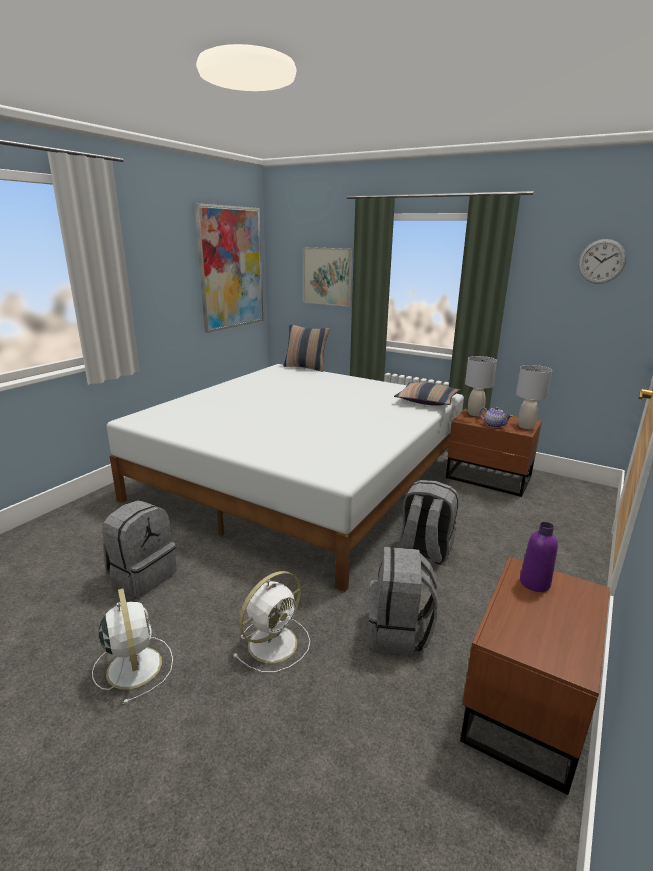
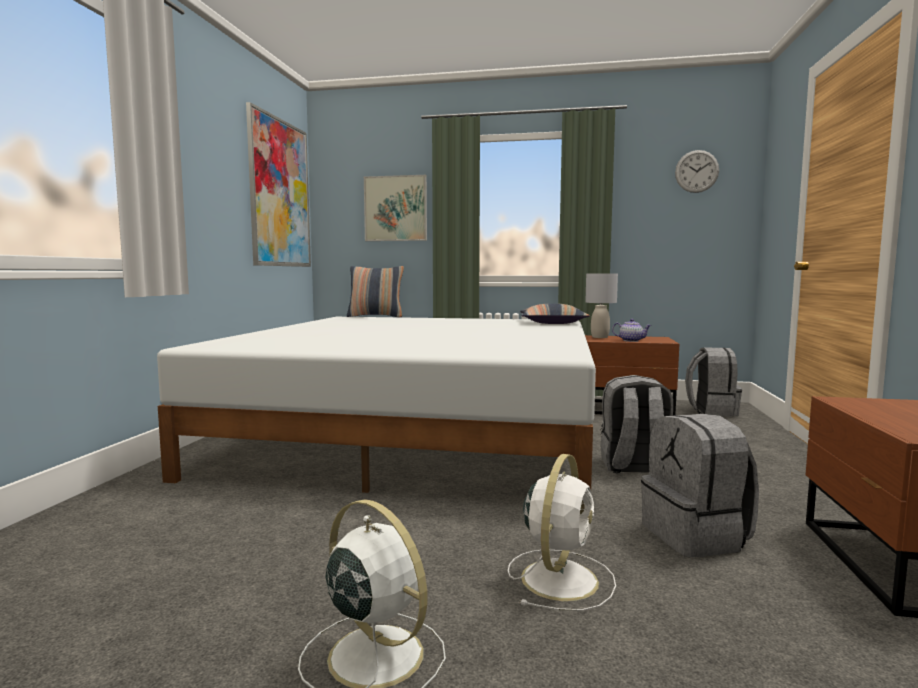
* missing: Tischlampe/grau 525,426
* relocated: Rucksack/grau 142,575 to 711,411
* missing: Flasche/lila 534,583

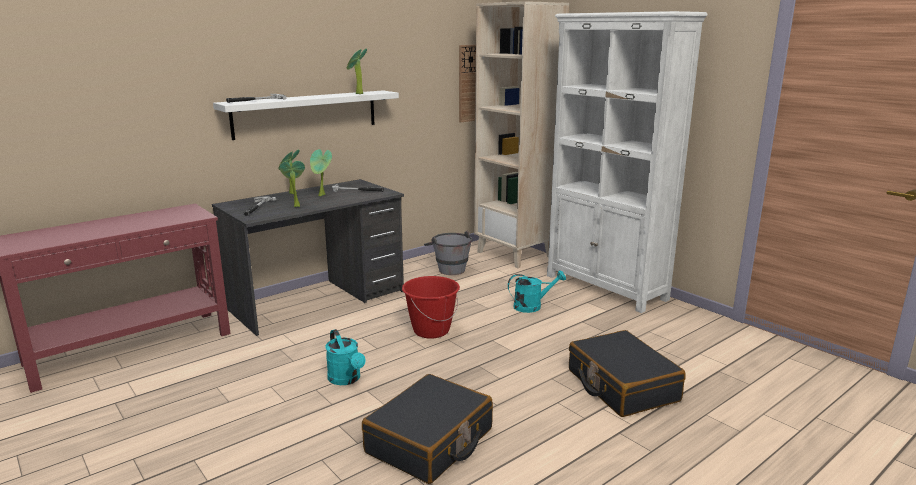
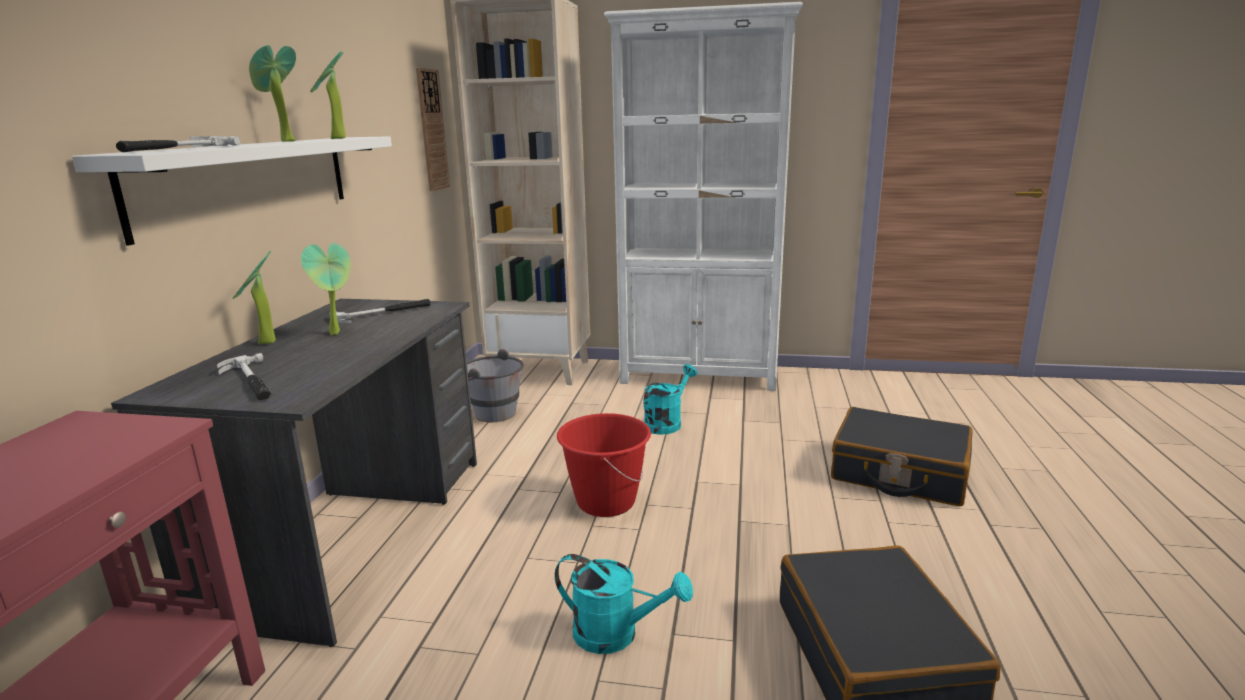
* relocated: Topfpflanze 295,206 to 284,141

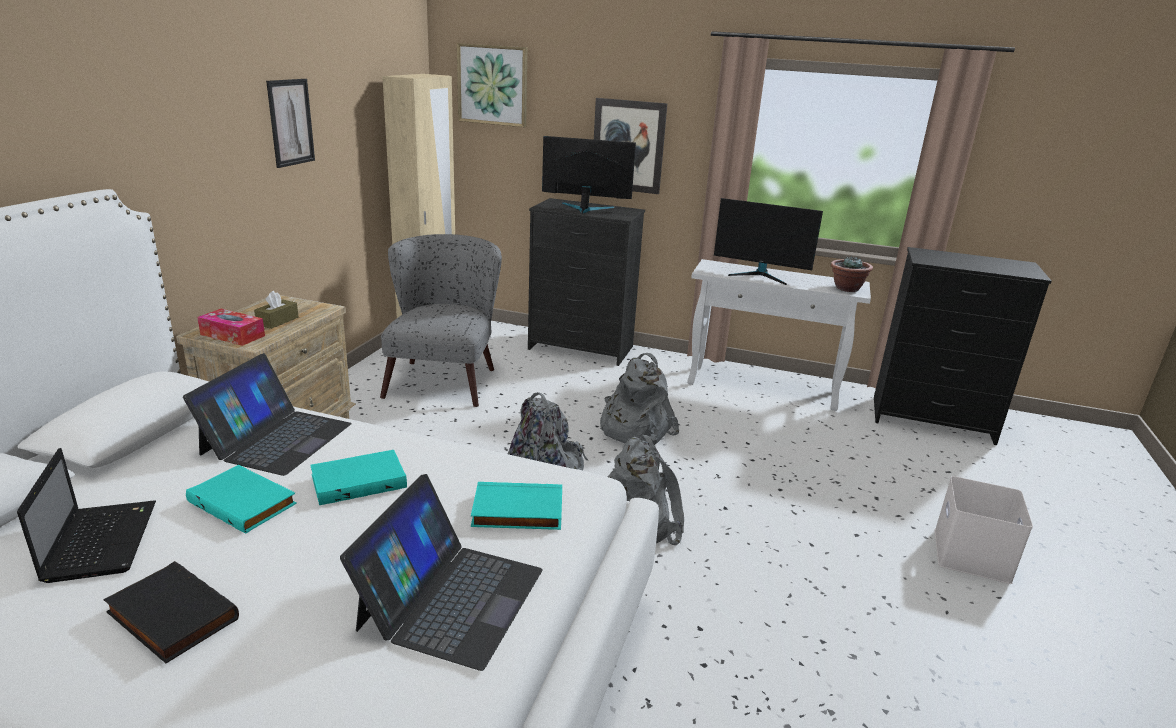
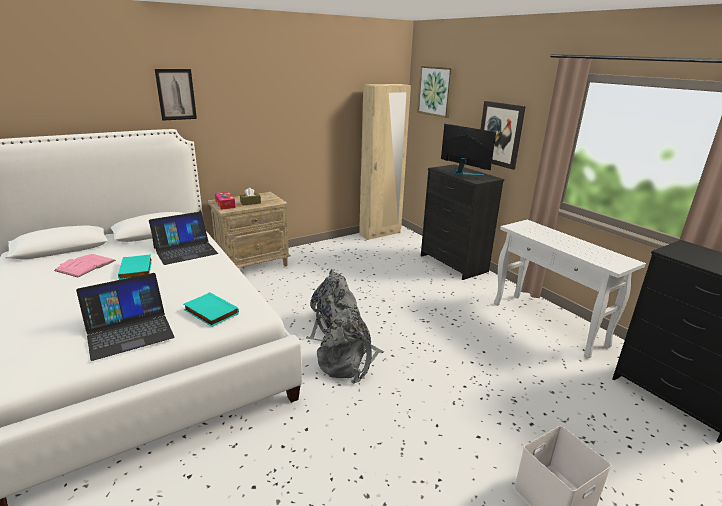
* relocated: Bild 291,122 to 176,94
* missing: Monitor 760,275
* missing: Sessel/grau 445,378
* missing: Topfpflanze 846,288
* missing: Rucksack/grau 633,428
* exchanged: Laptop 101,540 to Buch/rosa 85,265
* missing: Buch/türkis 359,480
* missing: Buch/schwarz 169,617

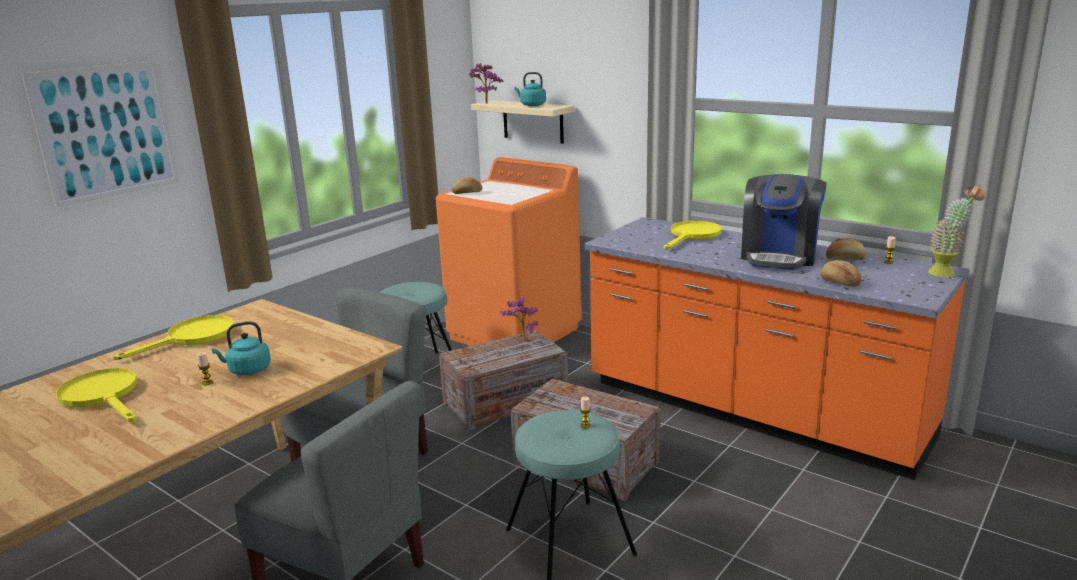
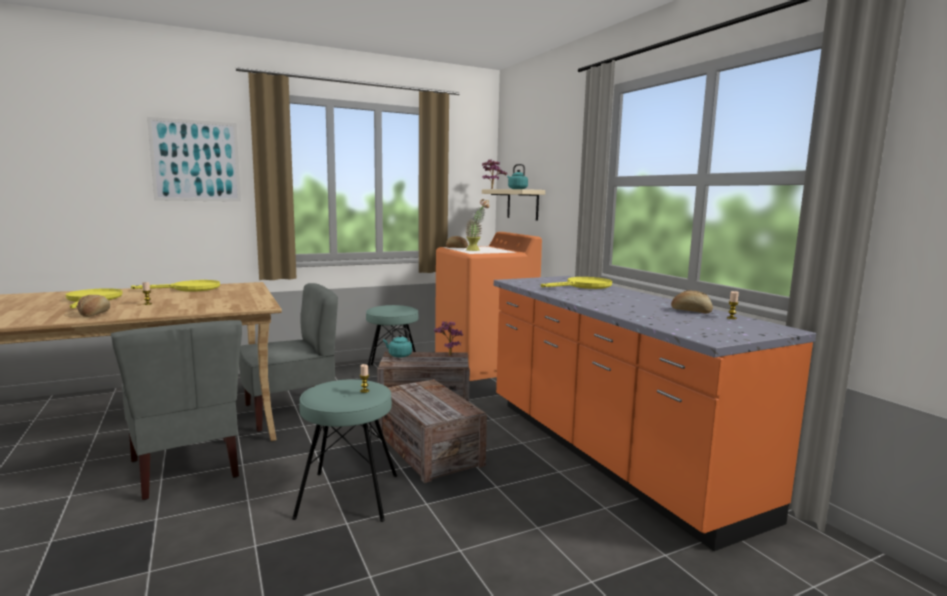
* missing: Kaffeemaschine 779,256
* relocated: Topfpflanze 948,273 to 476,250
* relocated: Brot 839,283 to 94,314
* relocated: Wasserkessel/türkis 247,370 to 398,355

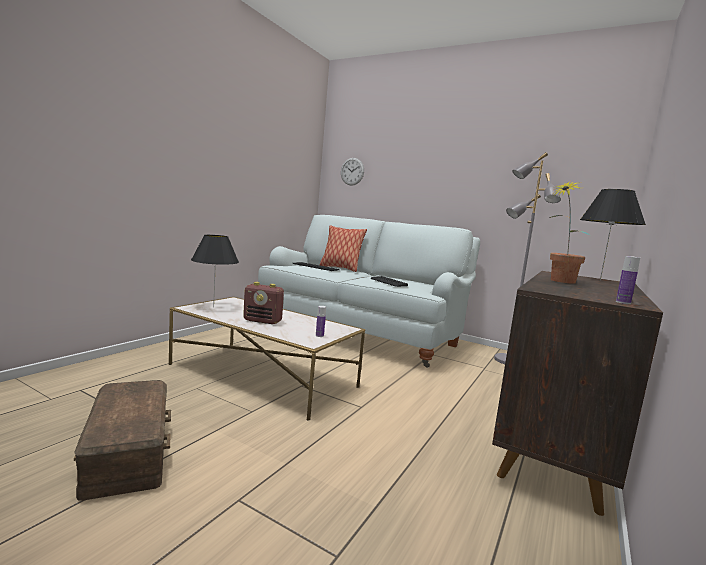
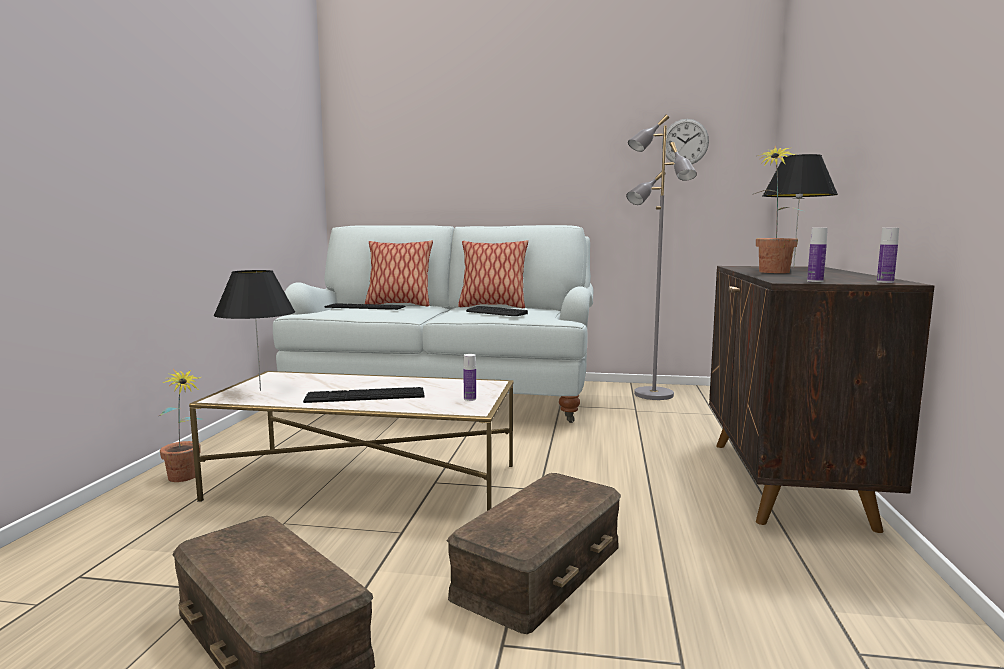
* relocated: Wanduhr 352,171 to 685,142
* exchanged: Radio 263,321 to Tastatur 365,395
* appeared: Flasche 815,281
* appeared: Kissen 492,306
* appeared: Topfpflanze 185,479
* appeared: Aufbewahrungsbox/braun 541,571

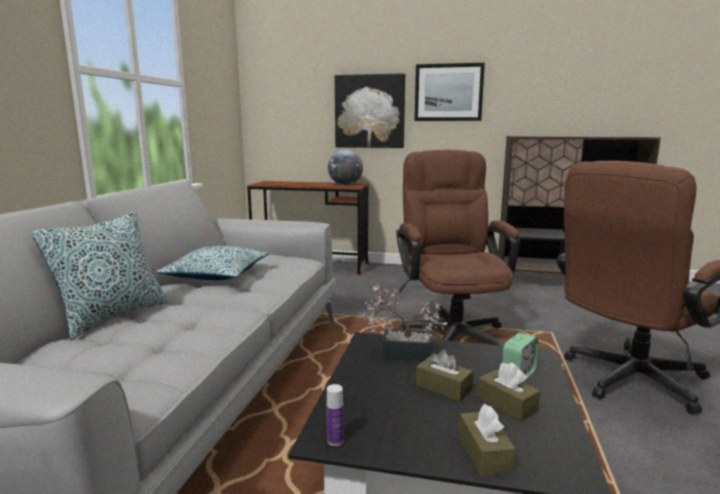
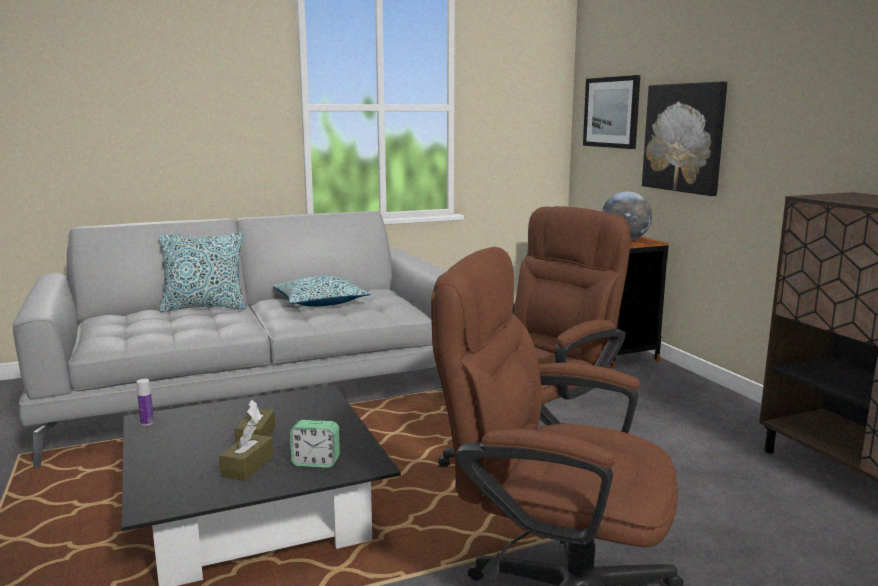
* relocated: Bild 448,92 to 611,112
* missing: Topfpflanze 400,351
* missing: Taschentuchbox/braun 484,453

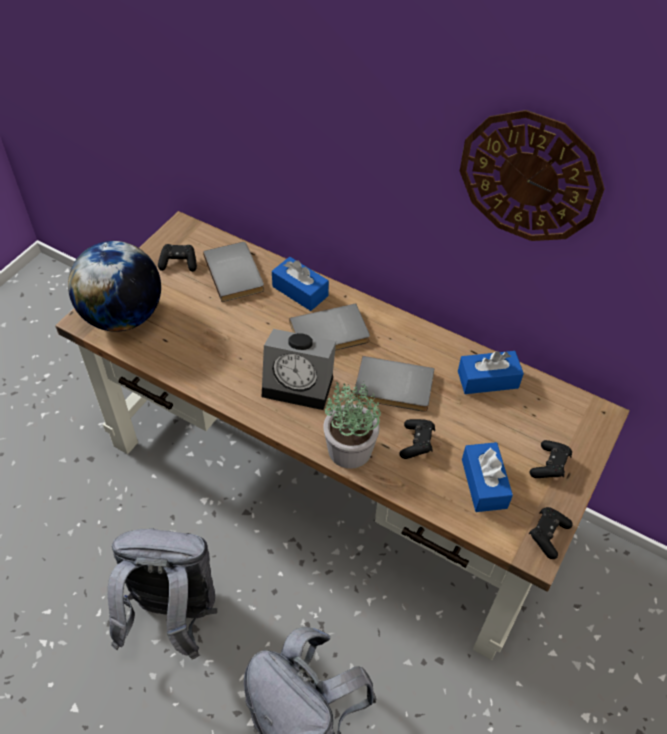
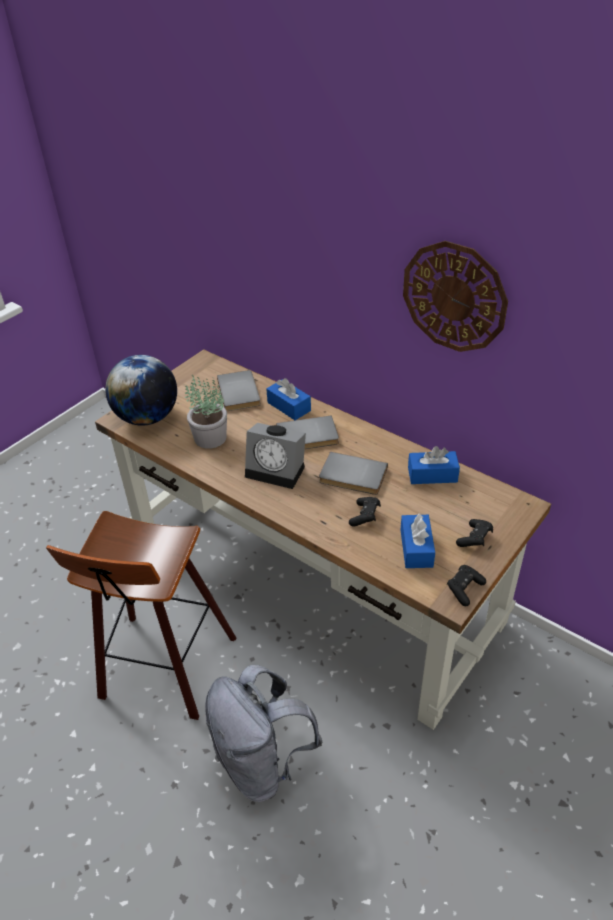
* missing: Gamepad/schwarz 179,263
* relocated: Topfpflanze 348,449 to 209,438
* exchanged: Rucksack/grau 172,615 to Hocker 164,670

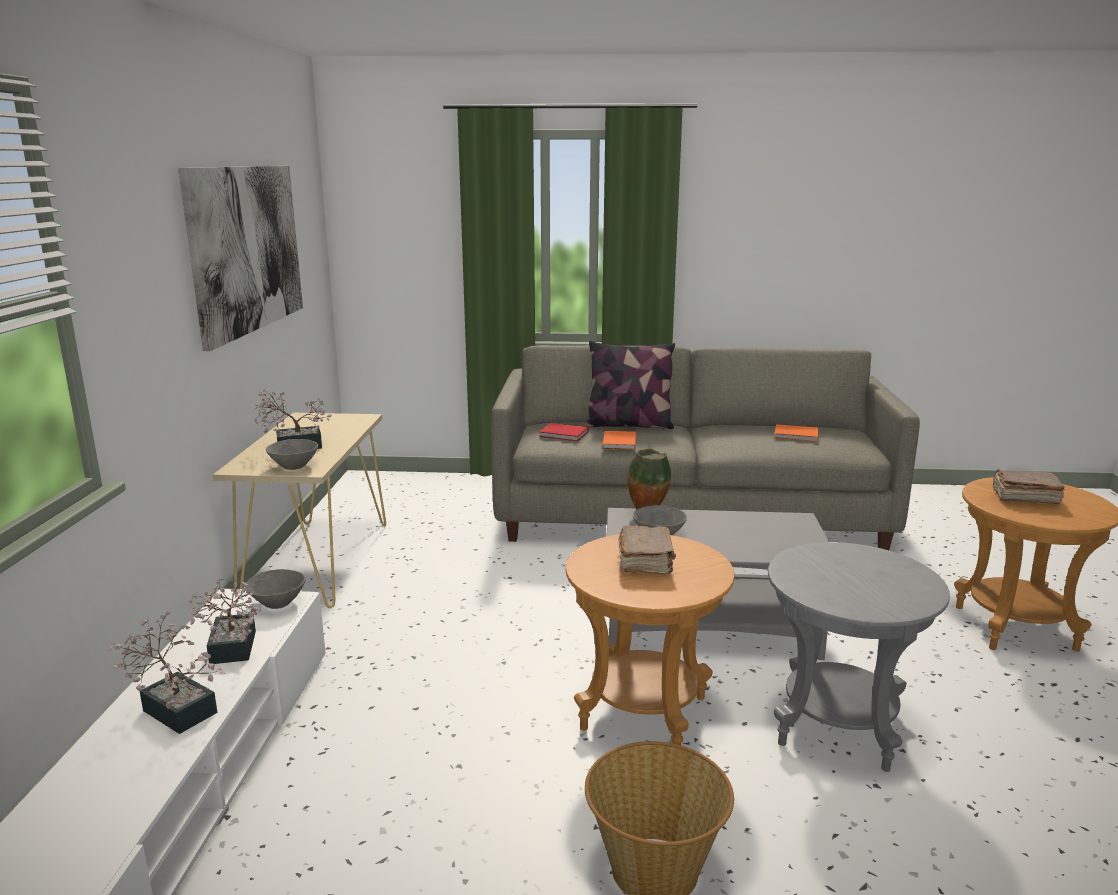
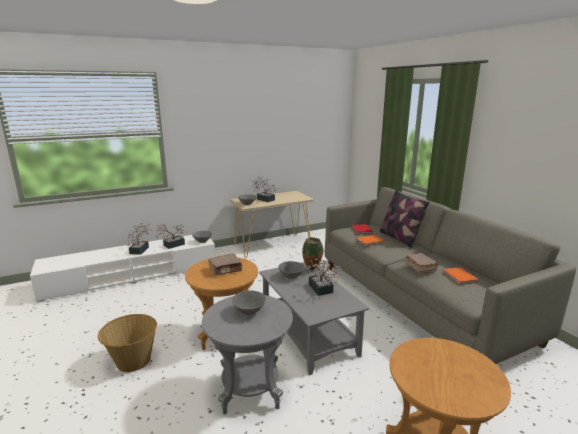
* missing: Bild 247,249
* relocated: Buch/braun 1024,497 to 420,268
* appeared: Topfpflanze 321,290
* appeared: Schüssel/grau 249,312

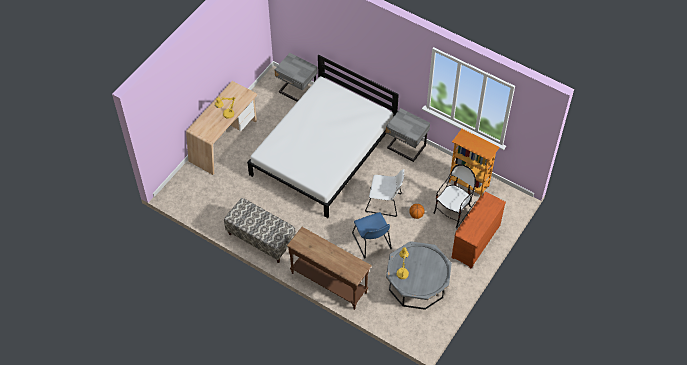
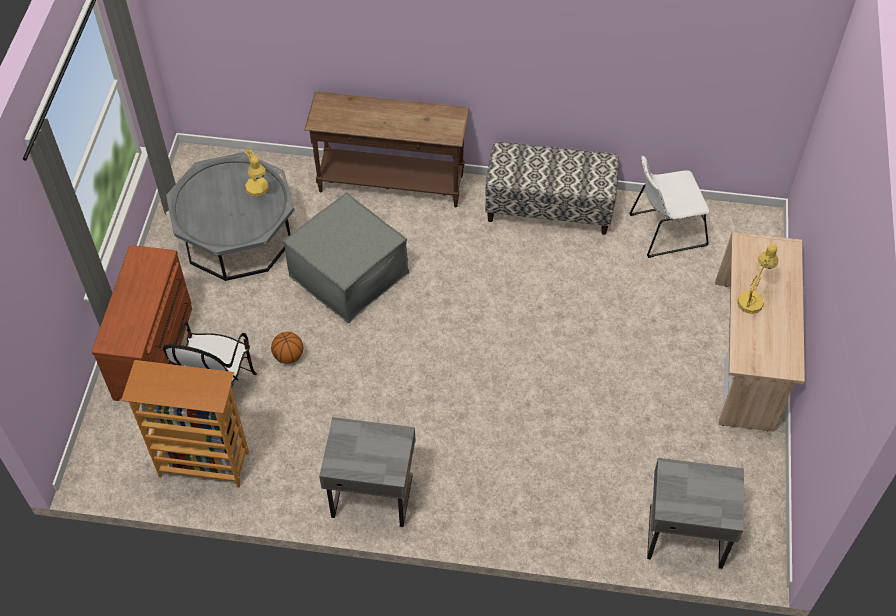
* missing: Bett/weiß 324,152
* relocated: Stuhl/weiß 385,203 to 664,230
* exchanged: Stuhl/blau 372,243 to Polsterhocker/grau 349,274

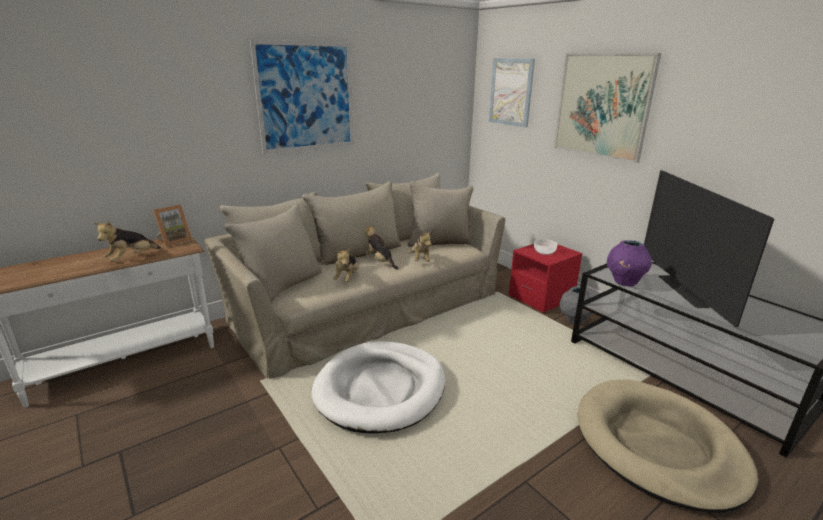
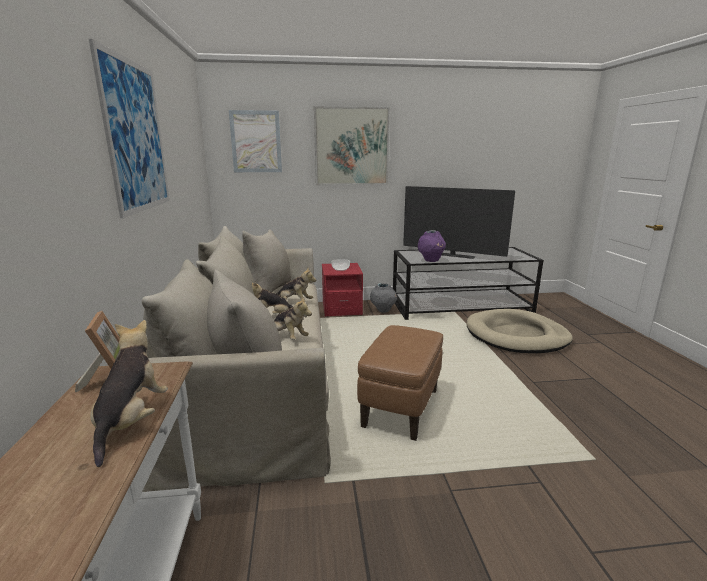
* spun: Plüschtier 131,258 = 131,421 150 degrees counterclockwise
* exchanged: Hundebett/weiß 380,389 to Polsterhocker/braun 401,407

